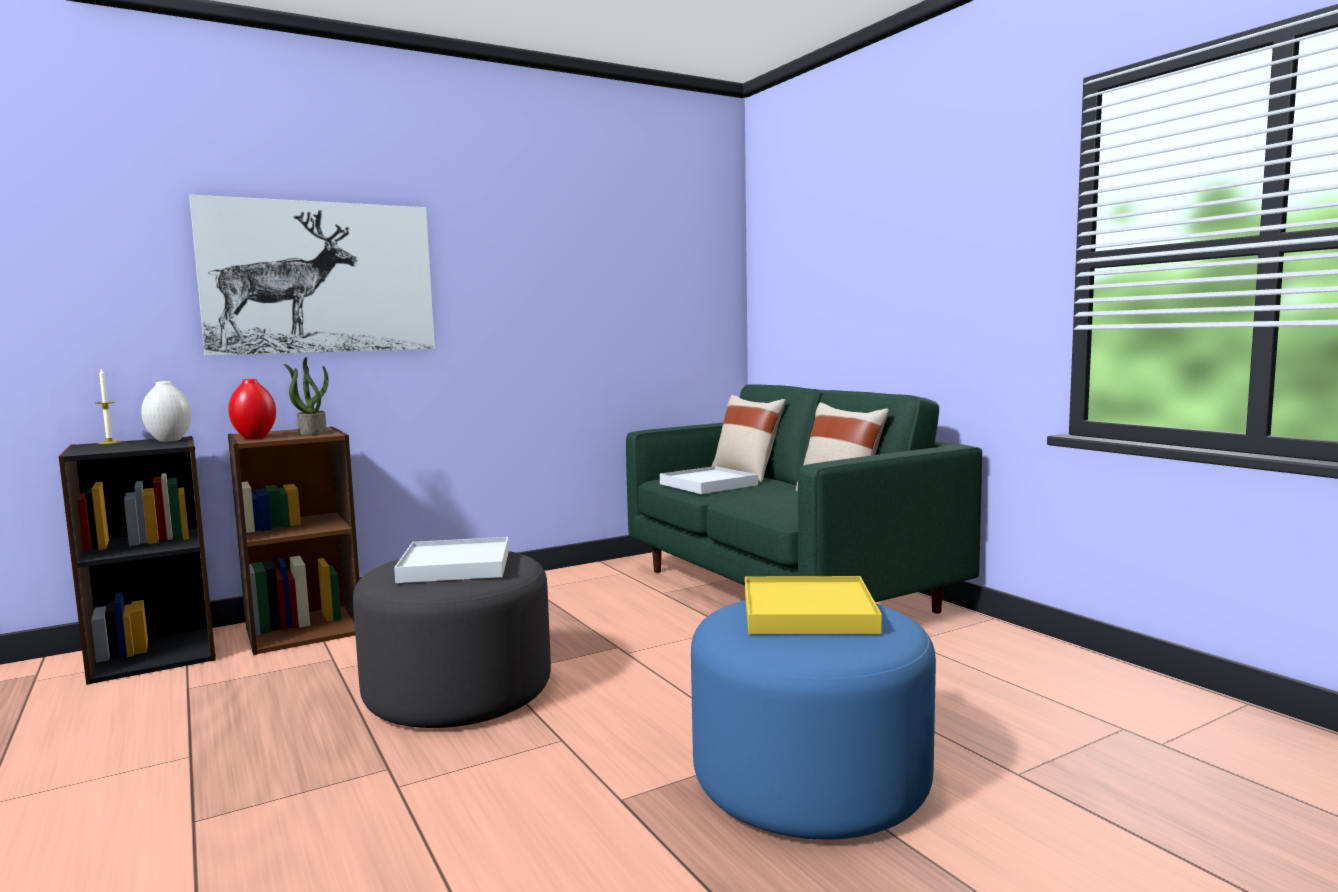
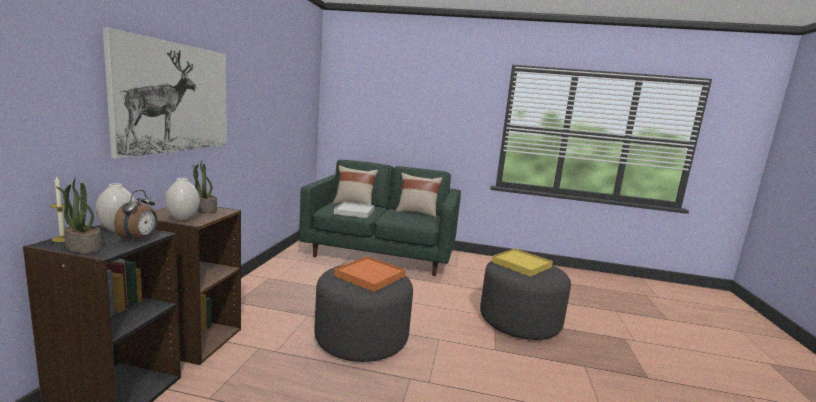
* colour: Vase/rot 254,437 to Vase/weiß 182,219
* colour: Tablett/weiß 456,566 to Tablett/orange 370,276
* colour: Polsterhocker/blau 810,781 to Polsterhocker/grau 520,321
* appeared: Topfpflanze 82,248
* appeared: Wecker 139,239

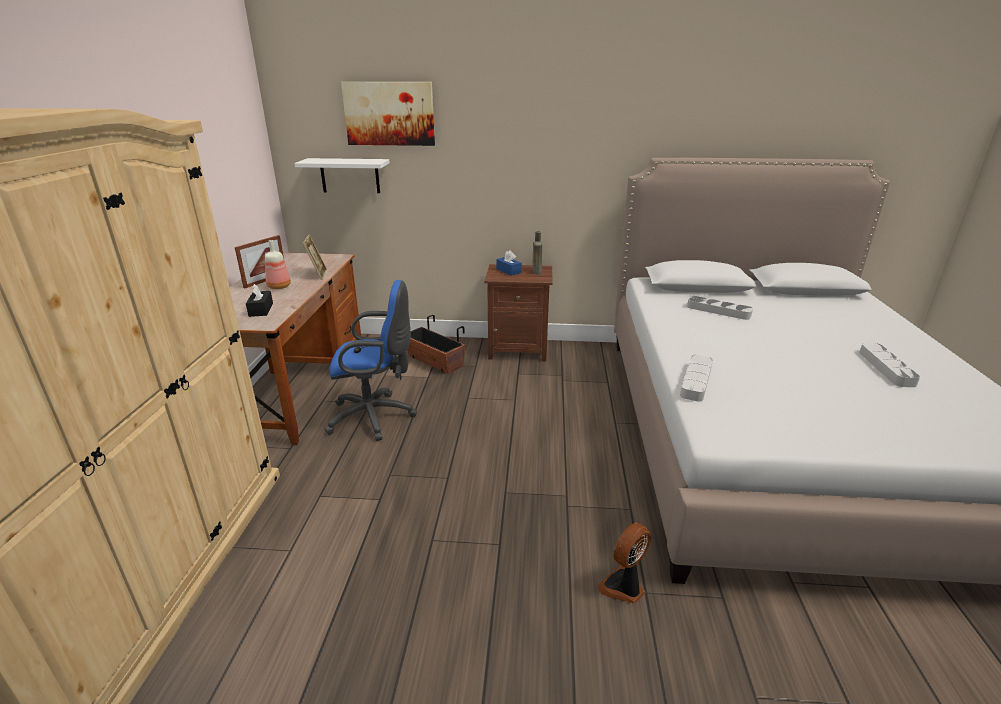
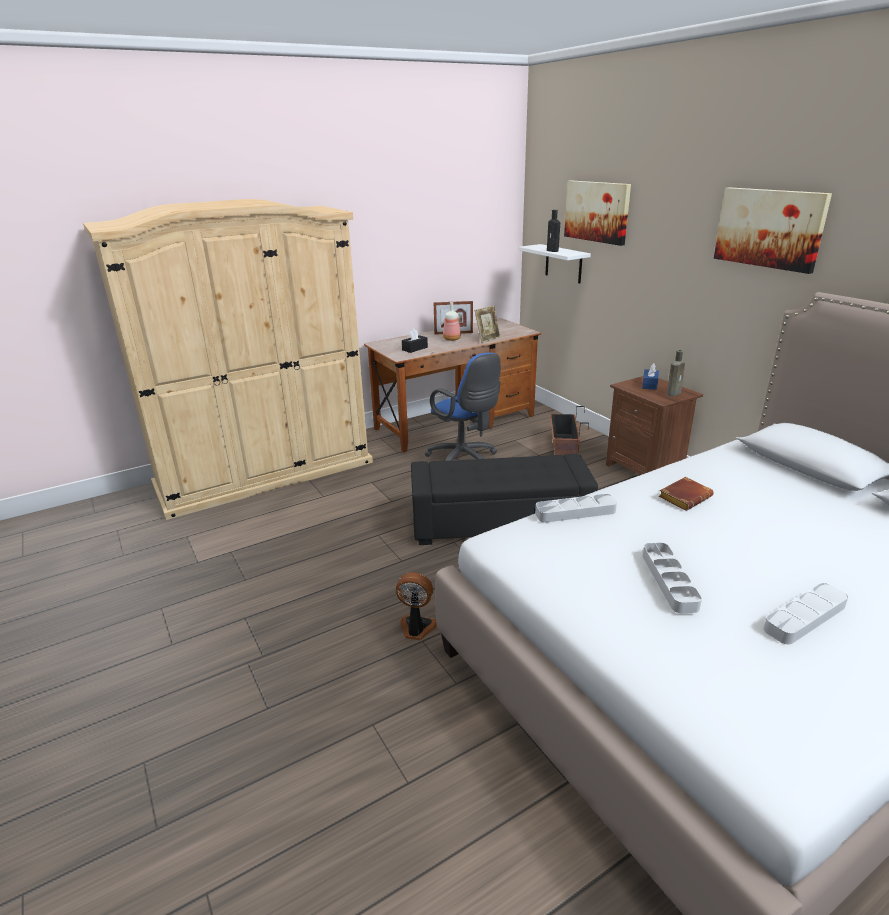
* relocated: Tablett/grau 718,311 to 669,580
* appeared: Bild 769,228
* appeared: Flasche/schwarz 553,251
* appeared: Polsterhocker/schwarz 499,522
* appeared: Buch/braun 684,497

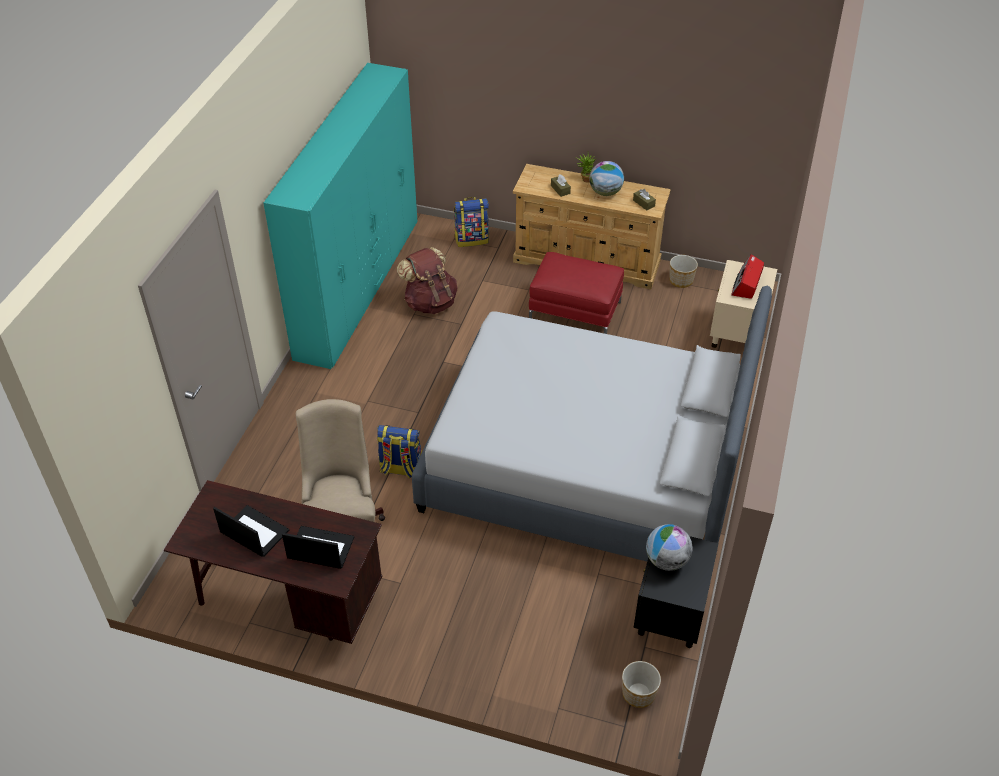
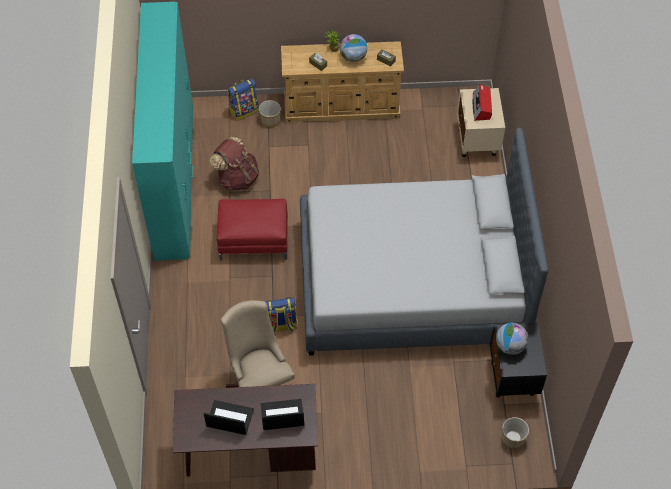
* relocated: Polsterhocker/rot 575,311 to 254,240
* relocated: Pflanzkübel 681,280 to 270,120

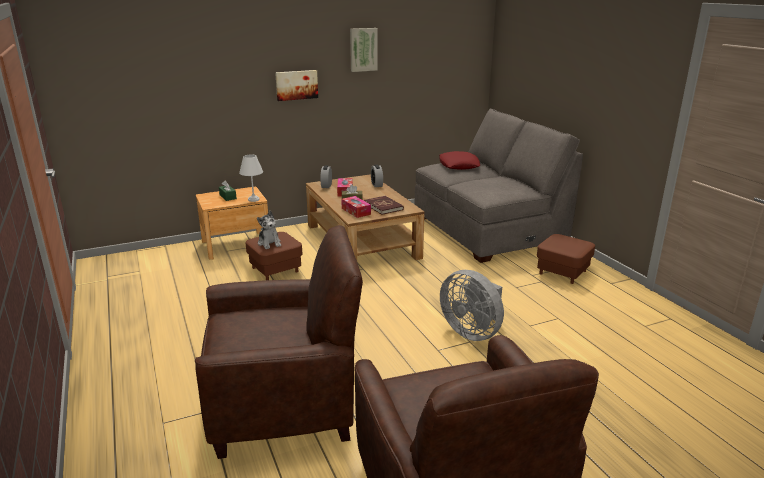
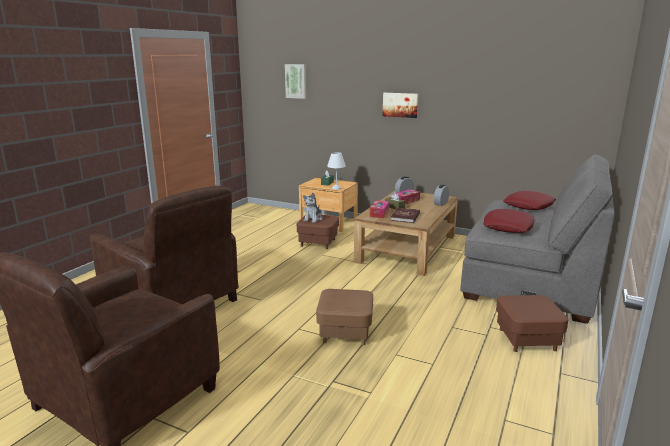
* relocated: Bild 363,49 to 296,81
* exchanged: Ventilator/grau 472,332 to Polsterhocker/braun 345,332
* appeared: Kissen/rot 508,226

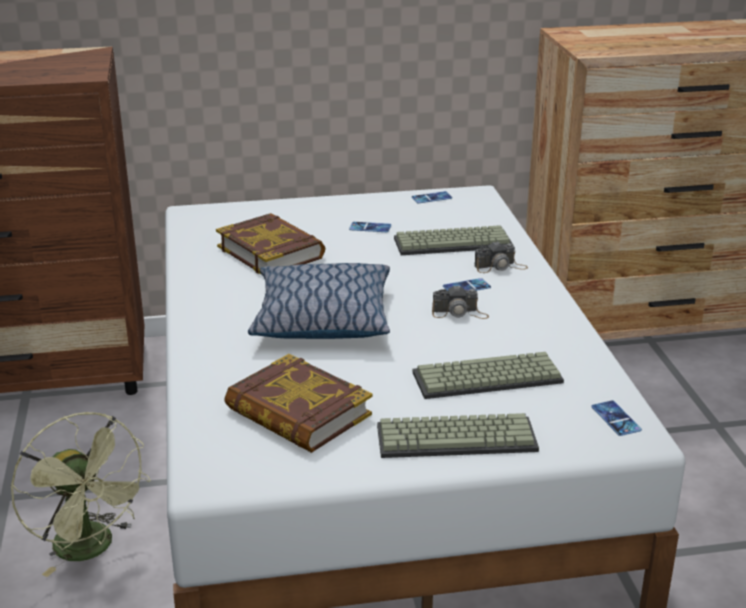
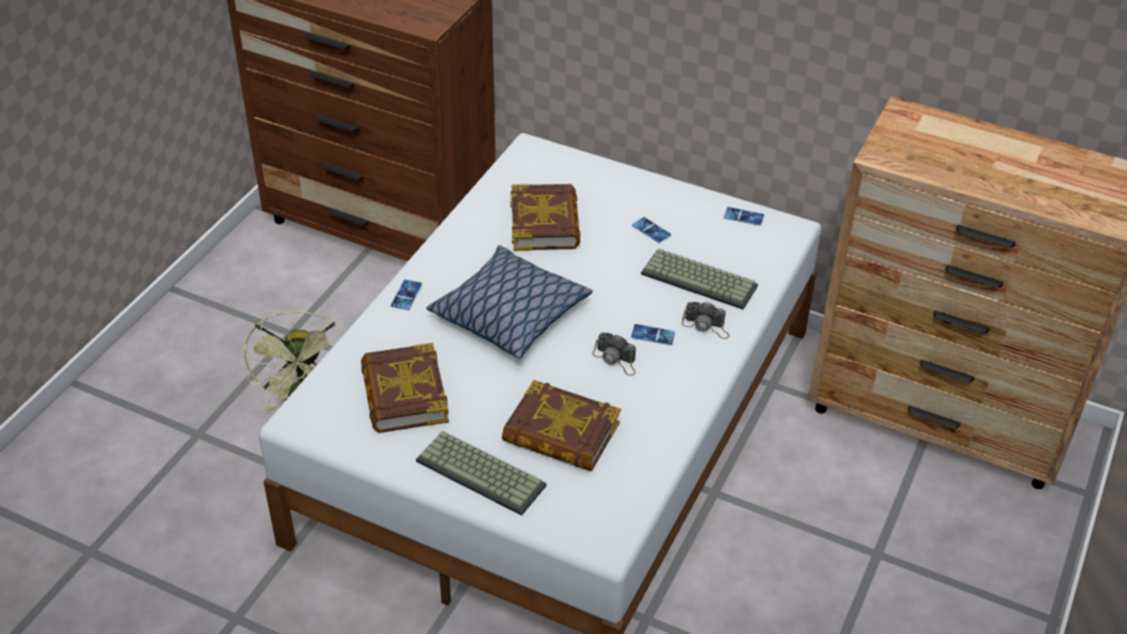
* exchanged: Tastatur 486,379 to Buch 561,433
* relocated: Handy 616,418 to 406,295

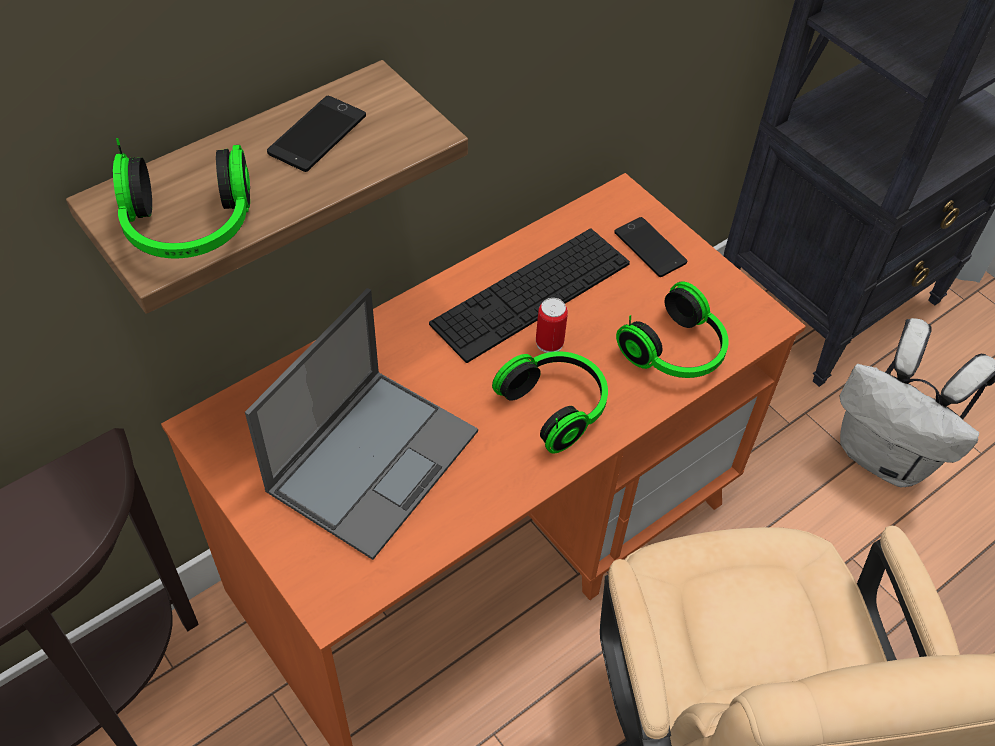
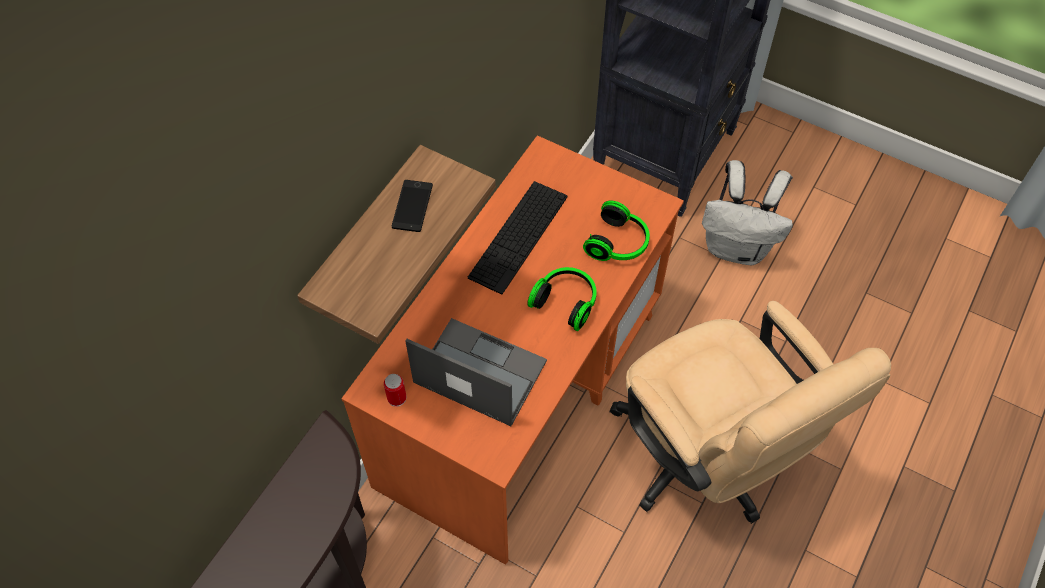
* missing: Kopfhörer 189,229
* missing: Handy 650,247
* spun: Laptop 374,459 = 478,372 75 degrees counterclockwise
* relocated: Dose 549,343 to 397,398

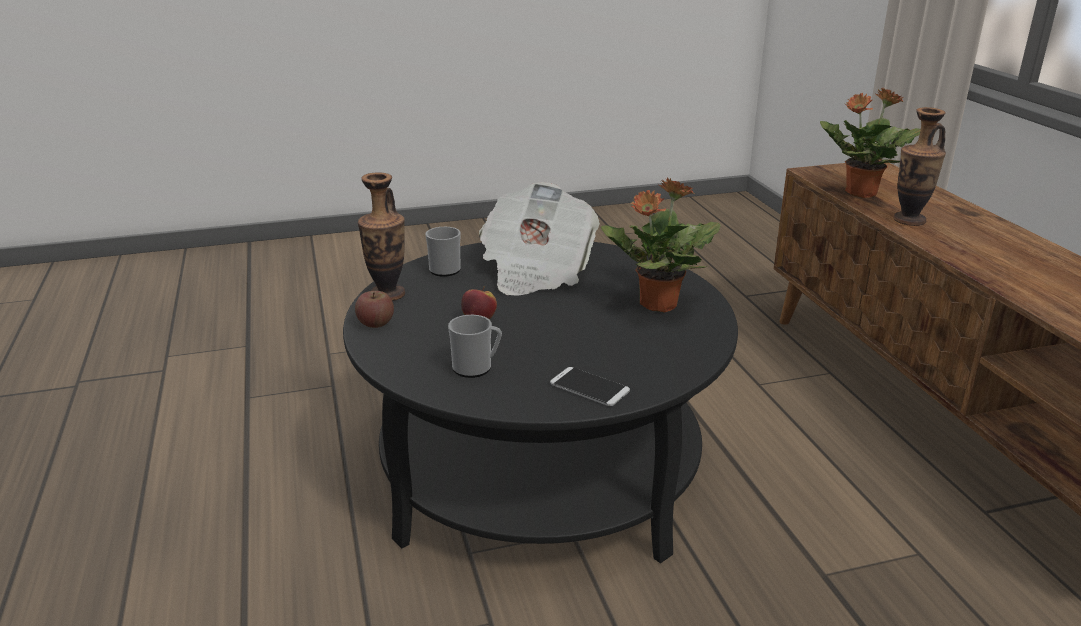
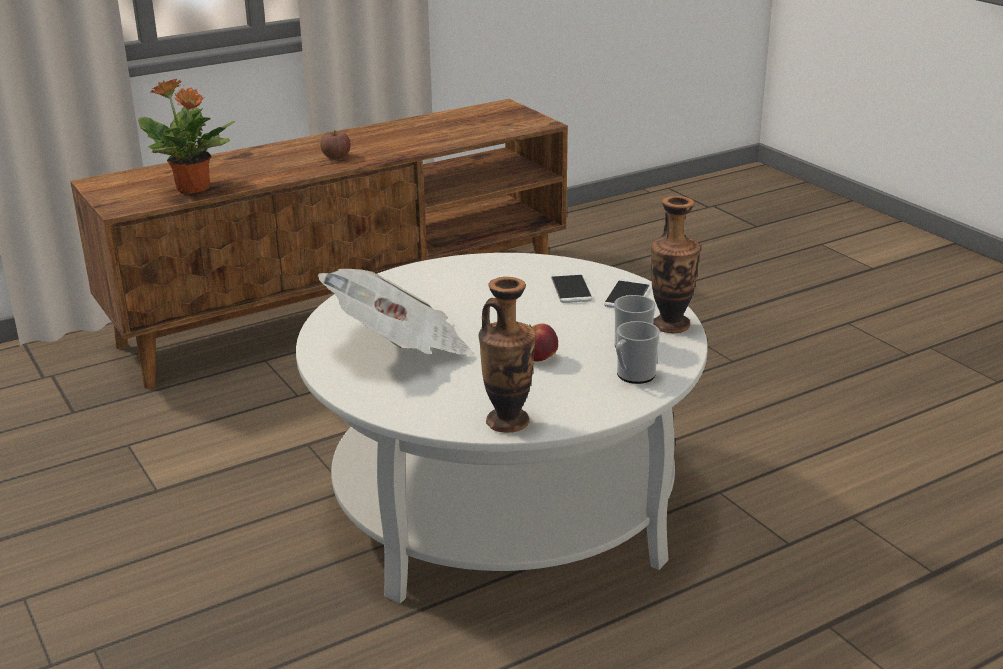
* relocated: Vase 909,220 to 671,325
* missing: Topfpflanze 657,304
* relocated: Henkelbecher 443,268 to 633,376
* colour: Couchtisch/schwarz 540,469 to Couchtisch/weiß 503,502
* relocated: Apfel 375,323 to 336,157
* appeared: Handy 571,289

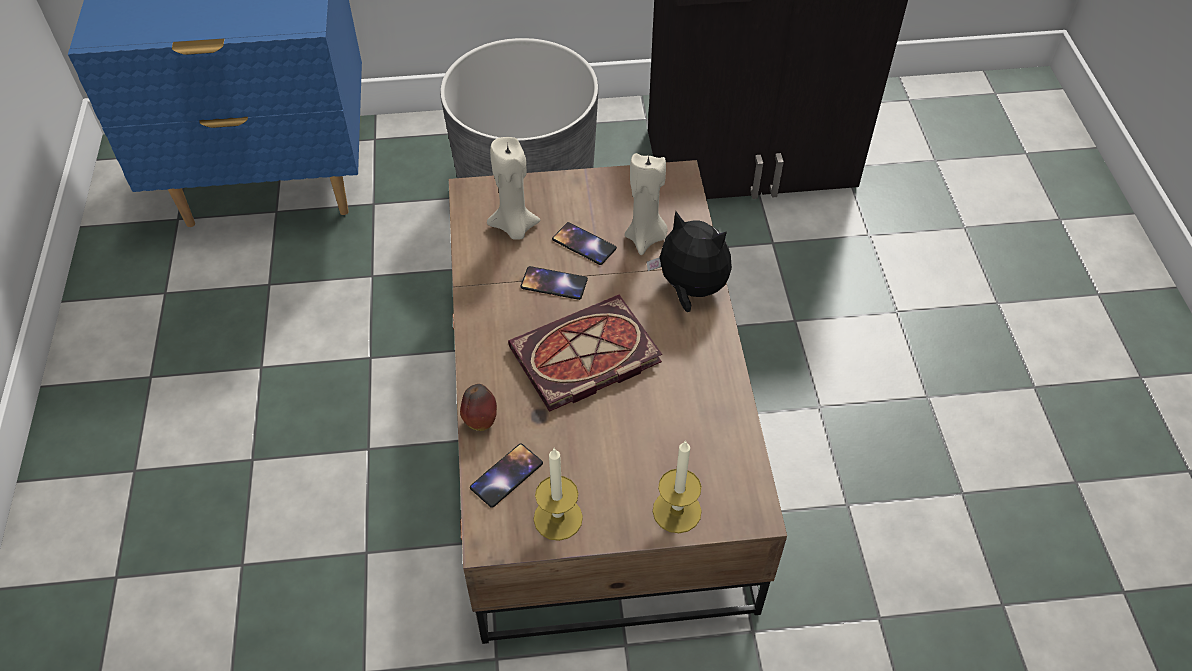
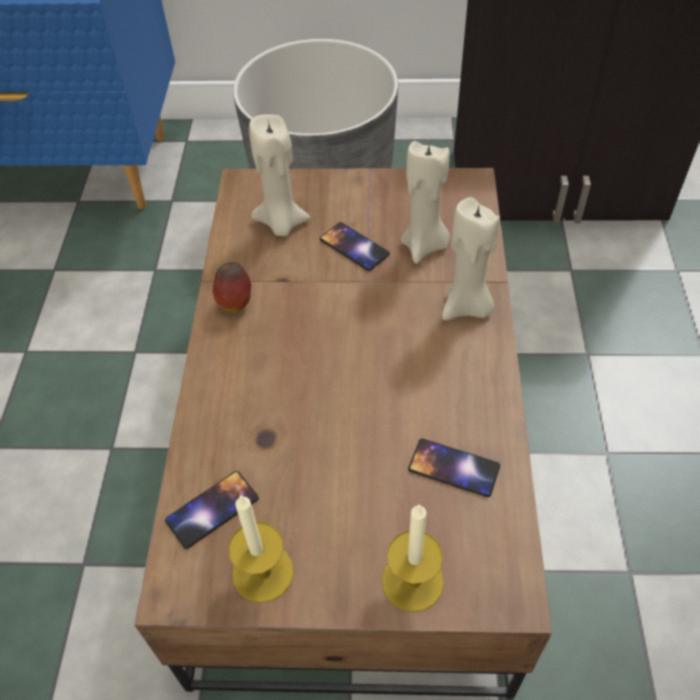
* exchanged: Plüschtier 690,290 to Kerze/beige 467,307
* relocated: Handy 554,283 to 454,468
* missing: Buch 583,359
* relocated: Apfel 480,420 to 235,303

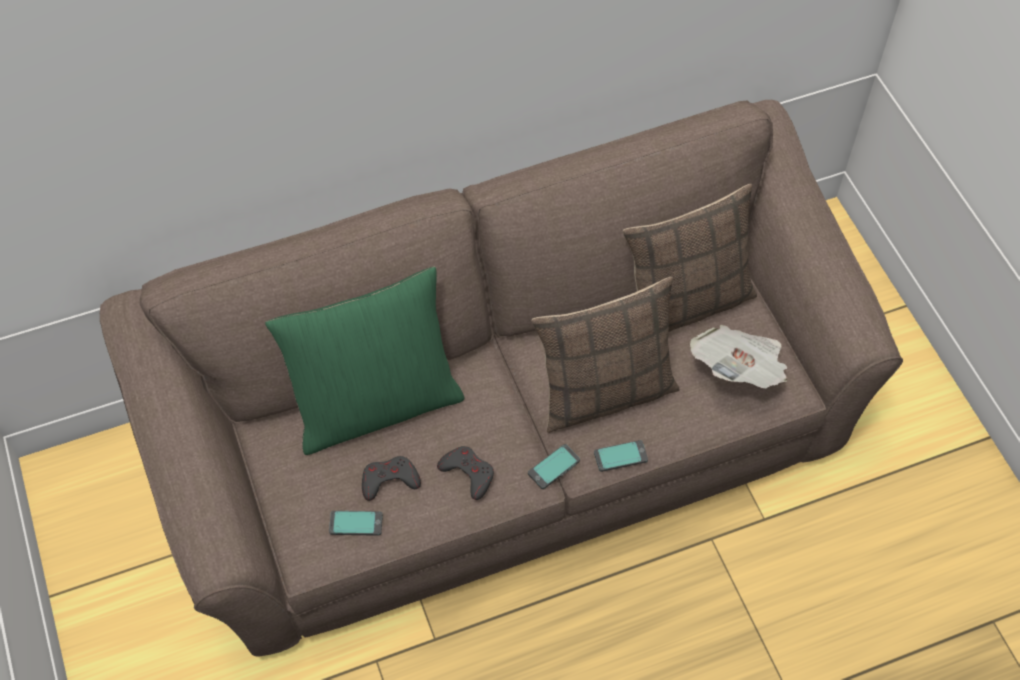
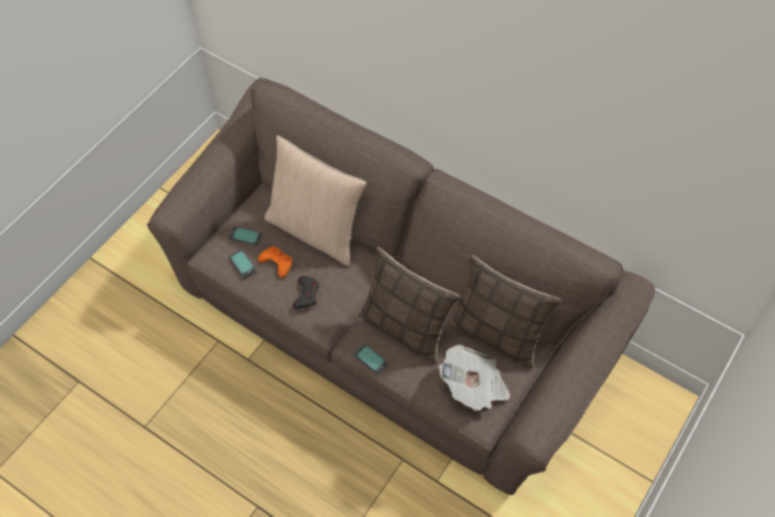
* colour: Kissen/grün 376,404 to Kissen/beige 316,230
* relocated: Handy 554,467 to 245,236
* colour: Gamepad/grau 389,480 to Gamepad/orange 277,263

